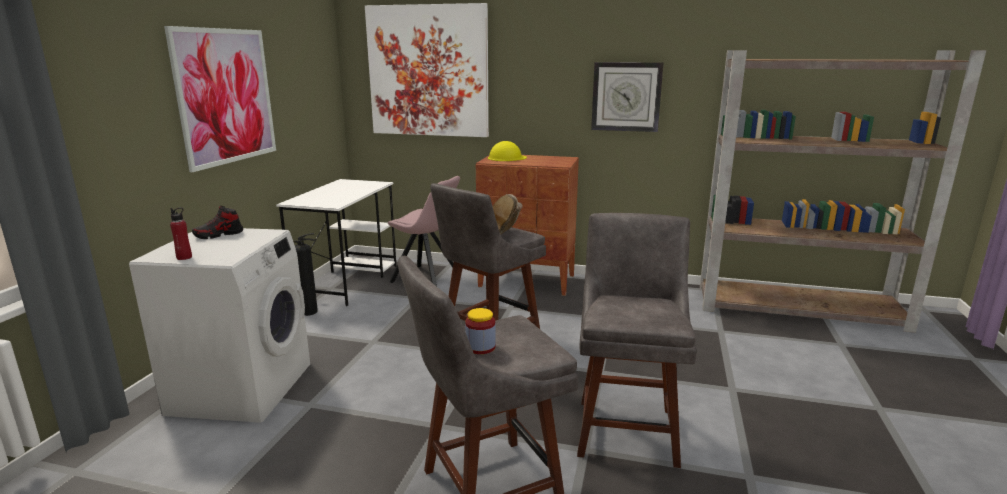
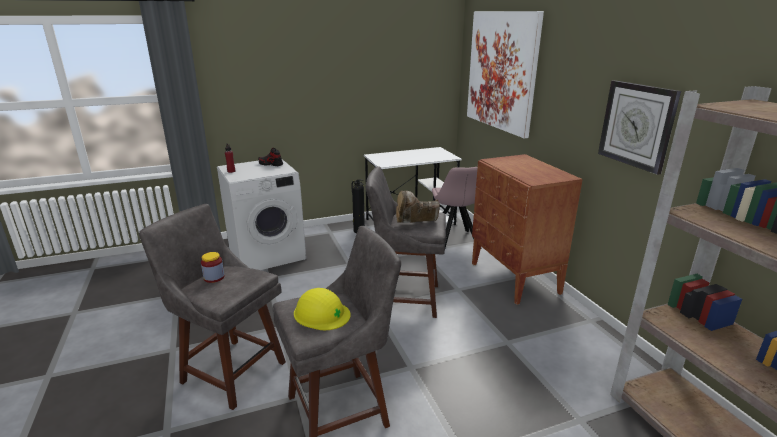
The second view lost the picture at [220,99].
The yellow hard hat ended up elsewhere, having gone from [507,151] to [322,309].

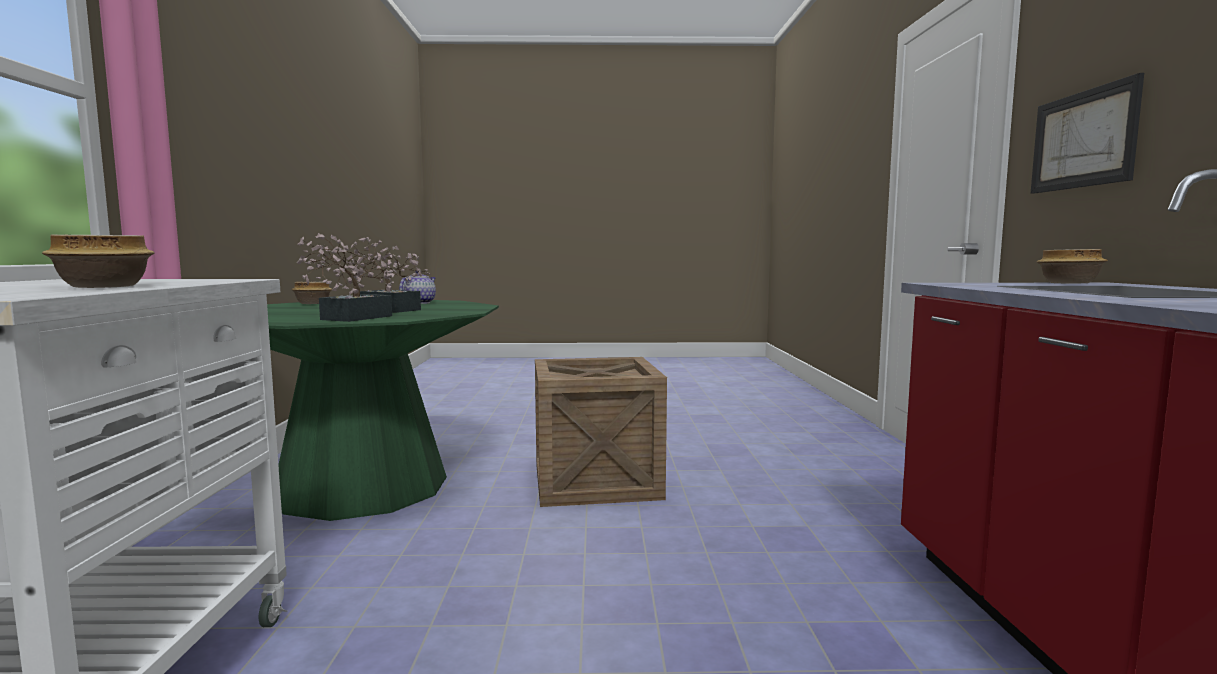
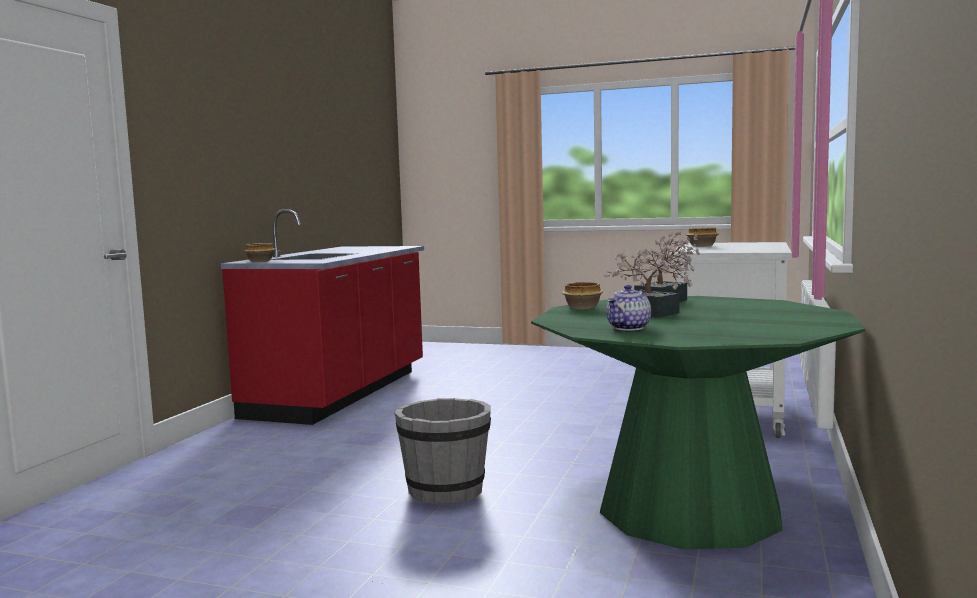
The second view lost the picture at [1087,133].
The bowl ended up elsewhere, having gone from [311,293] to [583,295].
Where the crate stood at [601,432], the grey bucket came to stand at [443,450].

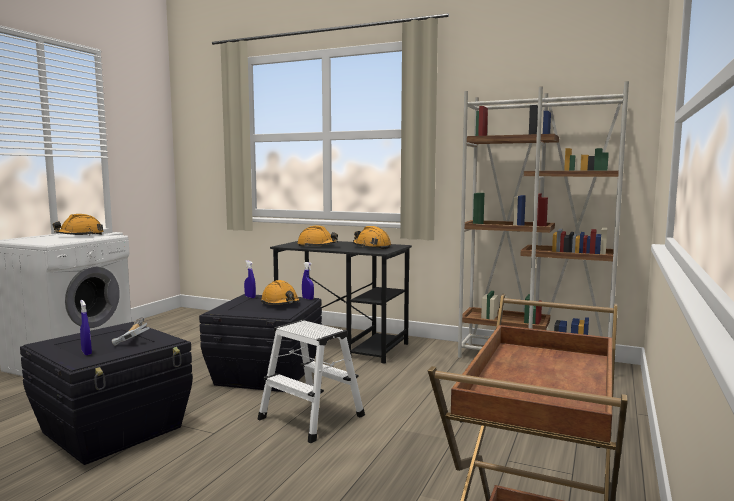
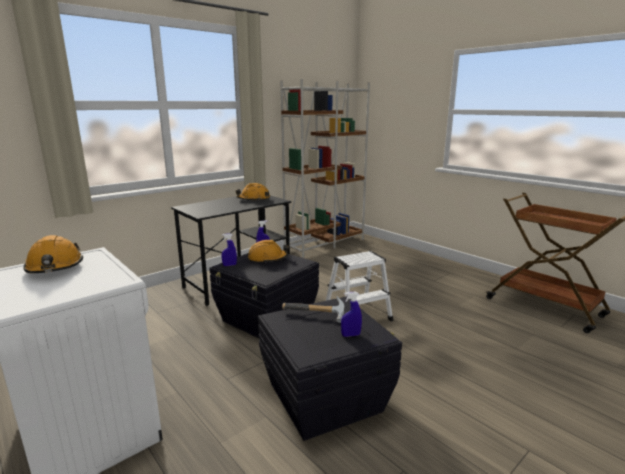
The second view lost the orange hard hat at [317,236].

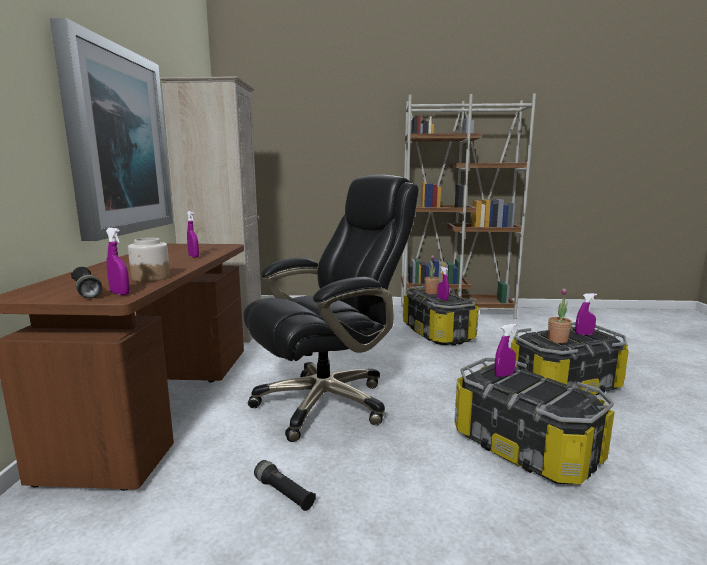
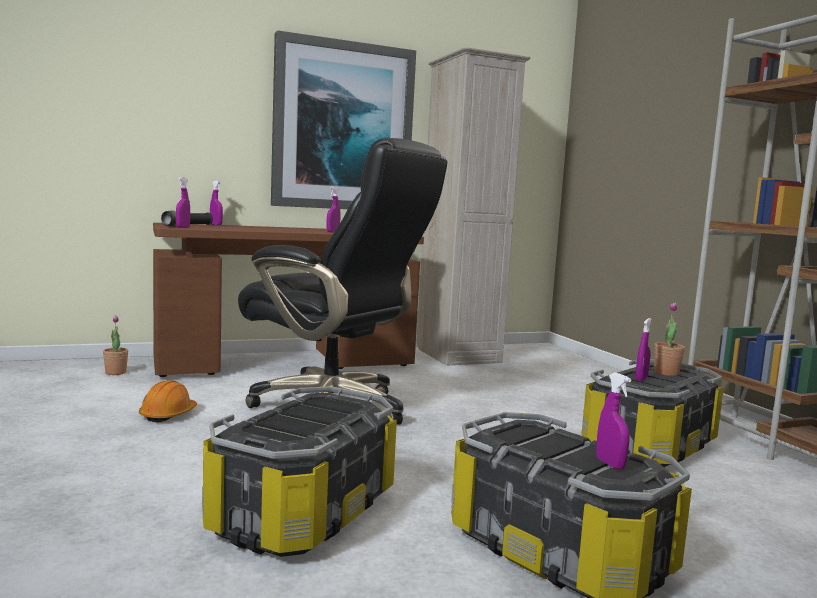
The second view lost the jar at [149,260].
The potted plant ended up elsewhere, having gone from [560,316] to [115,345].
The purple spray bottle ended up elsewhere, having gone from [505,350] to [216,203].
Where the black flashlight stood at [285,485], the orange hard hat came to stand at [168,401].

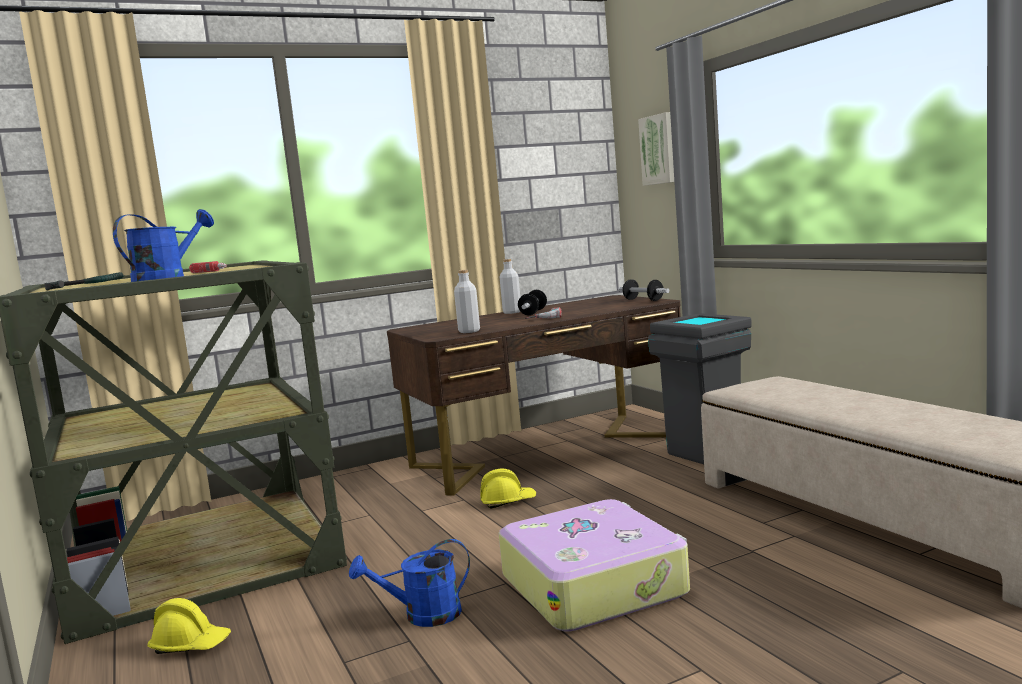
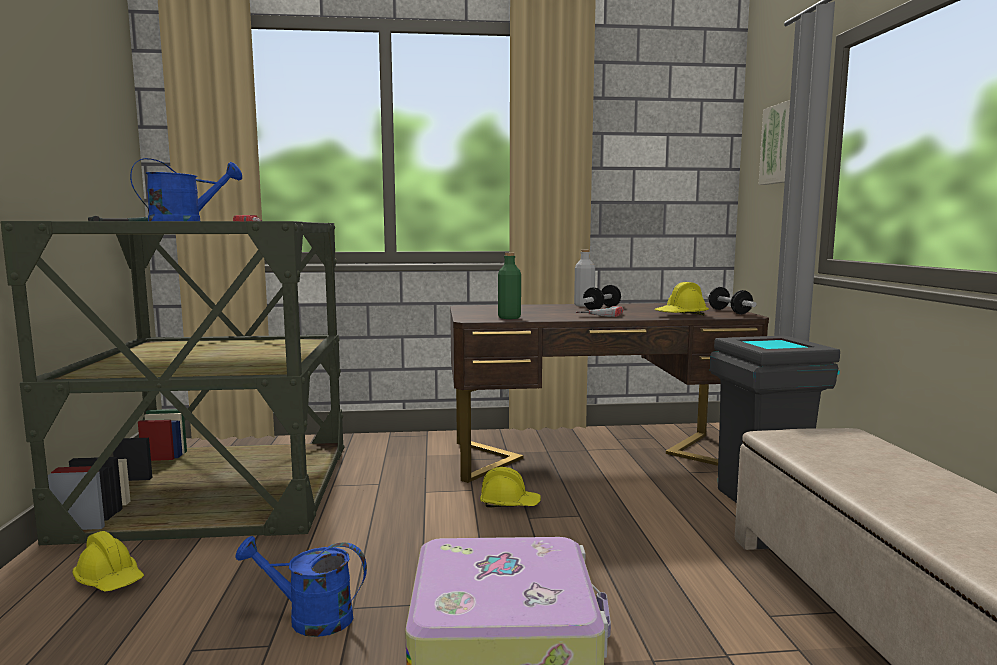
What was the grey bottle at [467,301] turned into the green bottle at [509,286].
The second view gained the yellow hard hat at [682,298].

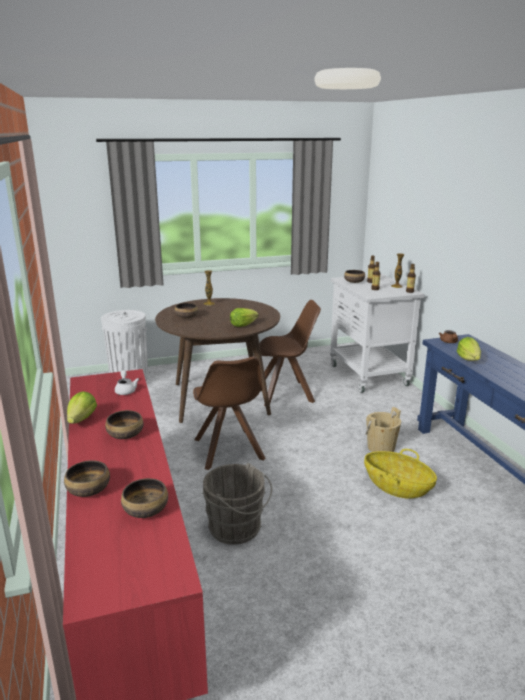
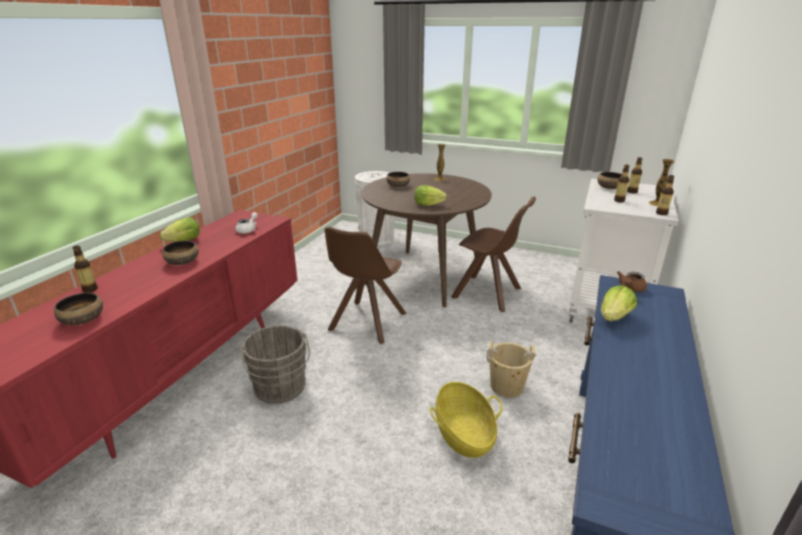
Where the bowl stood at [87,478], the bottle came to stand at [85,269].

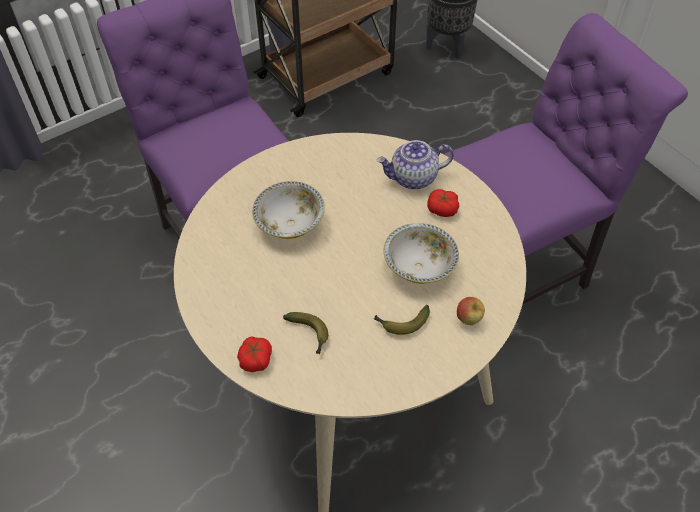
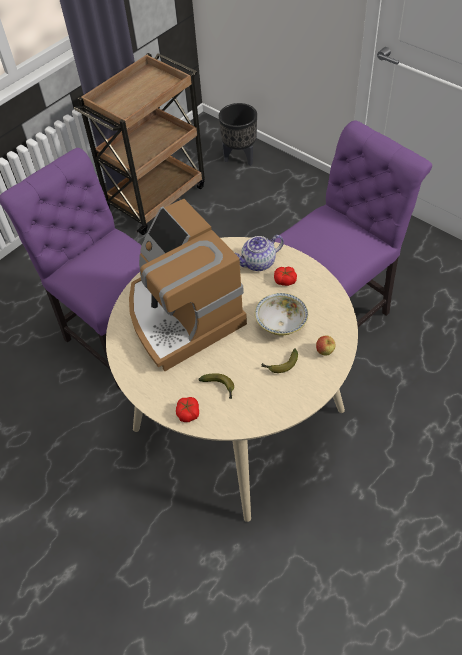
Where the bowl stood at [288,210], the coffee machine came to stand at [188,285].

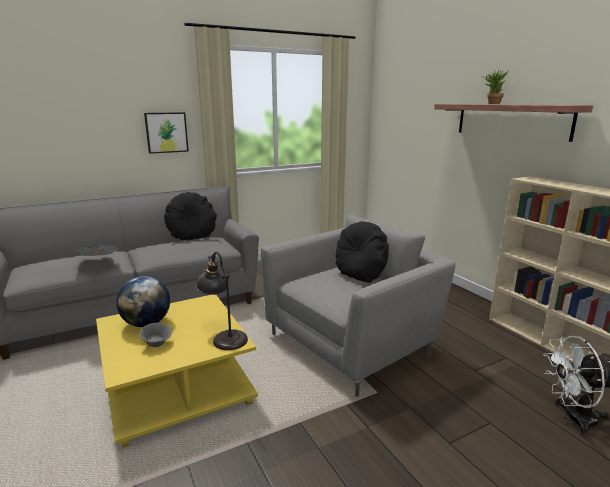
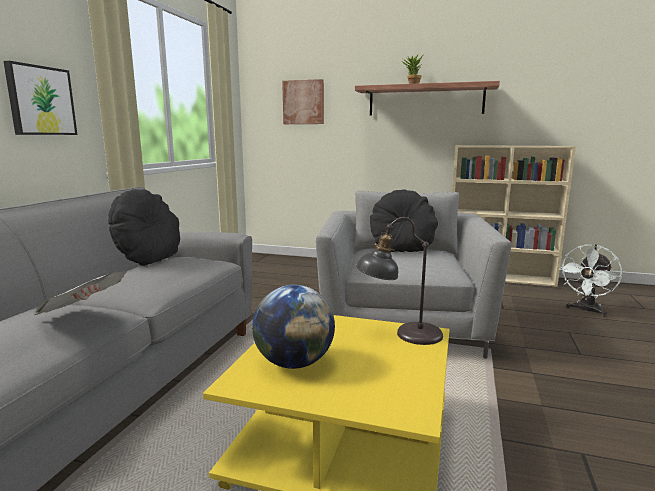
The second view lost the grey bowl at [155,335].
The second view gained the picture at [303,101].

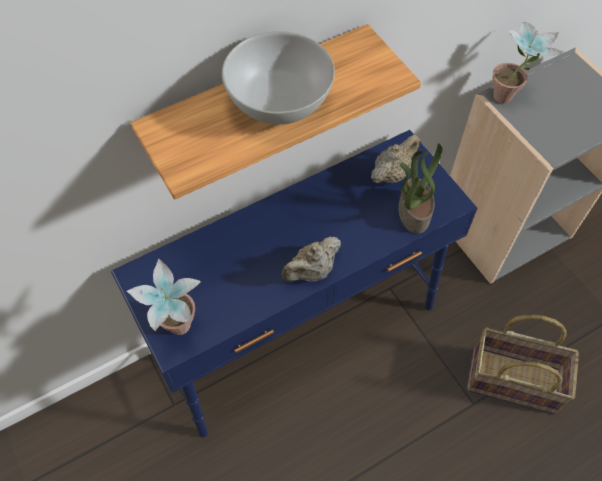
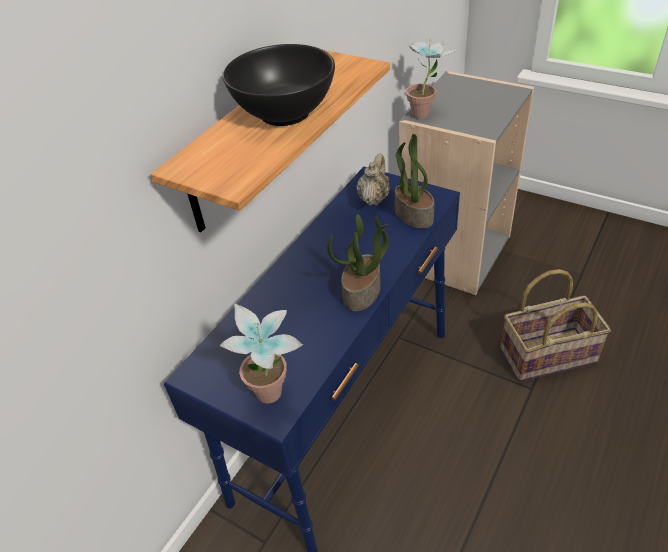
What was the white bowl at [278,78] turned into the black bowl at [279,85].
Where the beige teapot stood at [311,259], the potted plant came to stand at [358,263].

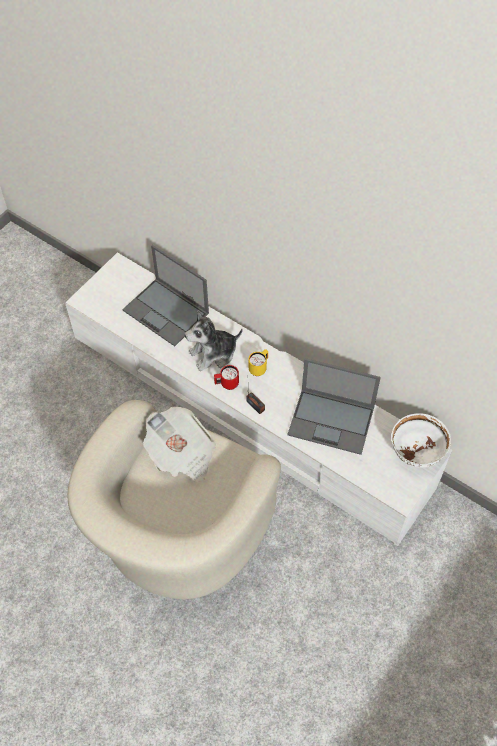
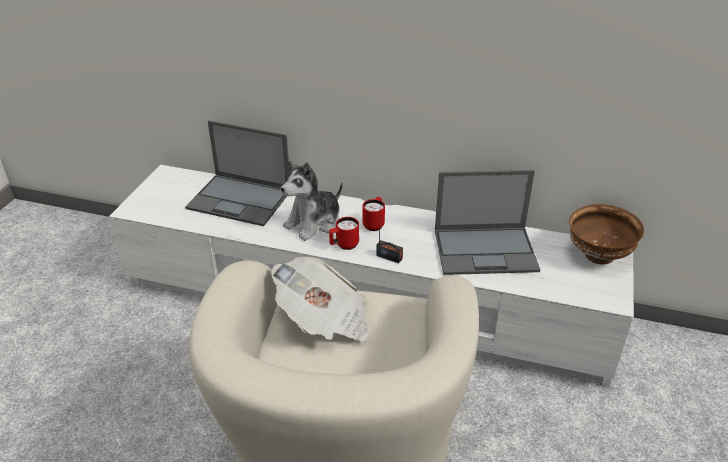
What was the yellow mug at [258,362] turned into the red mug at [374,214].
What was the white bowl at [421,440] turned into the brown bowl at [606,234].

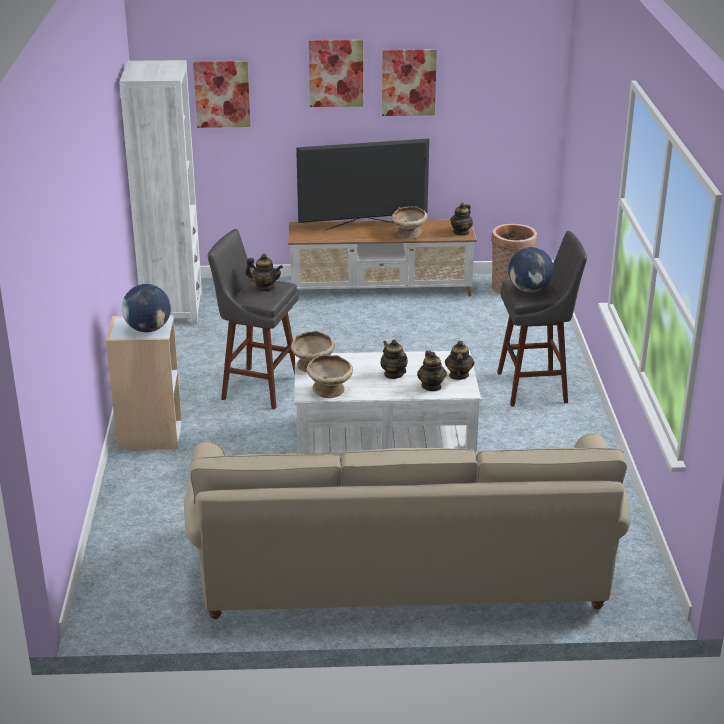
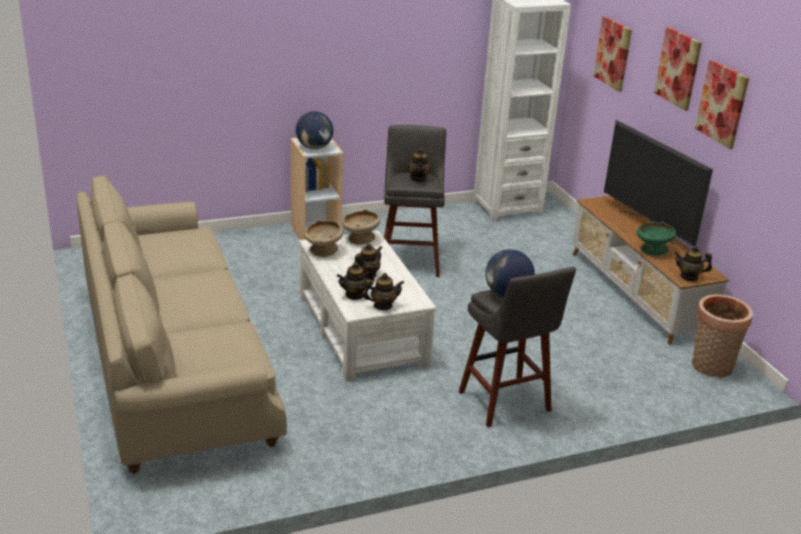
What was the beige bowl at [410,222] turned into the green bowl at [656,238].

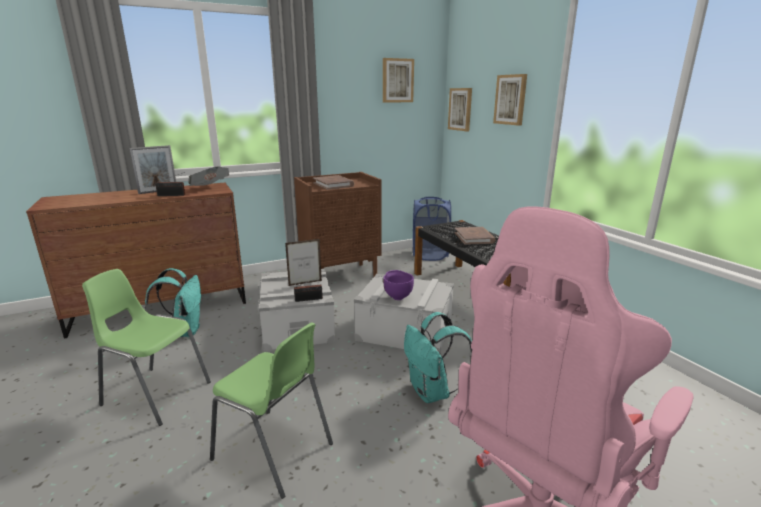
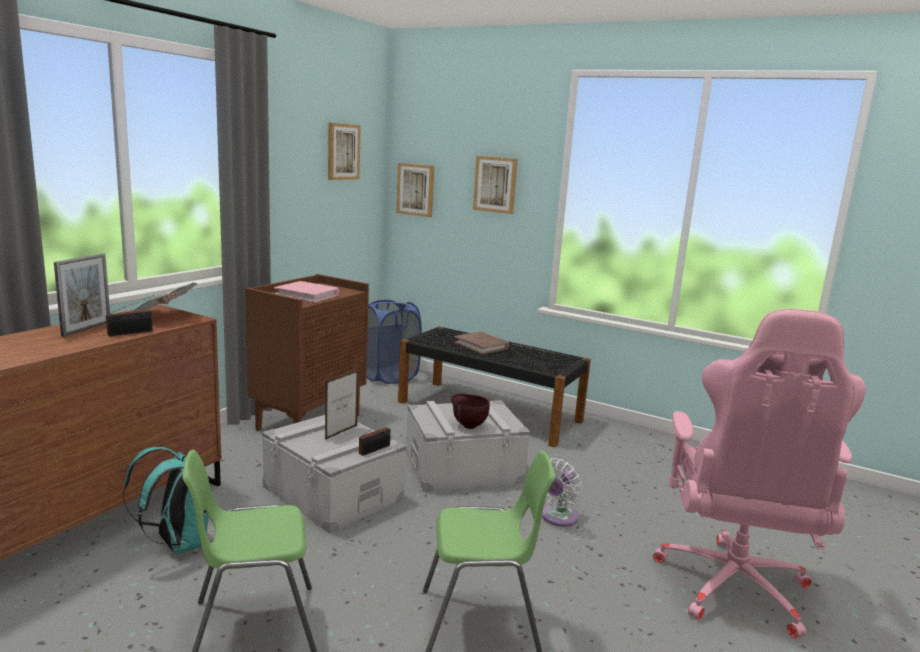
What was the brown book at [333,182] turned into the pink book at [306,292].
What was the purple bowl at [398,285] turned into the brown bowl at [470,411].
Where the turquoise backpack stood at [438,357], the white fan came to stand at [562,492].

